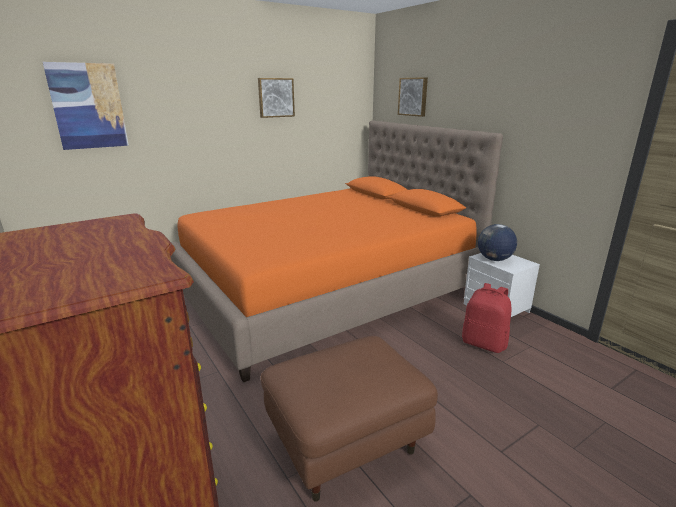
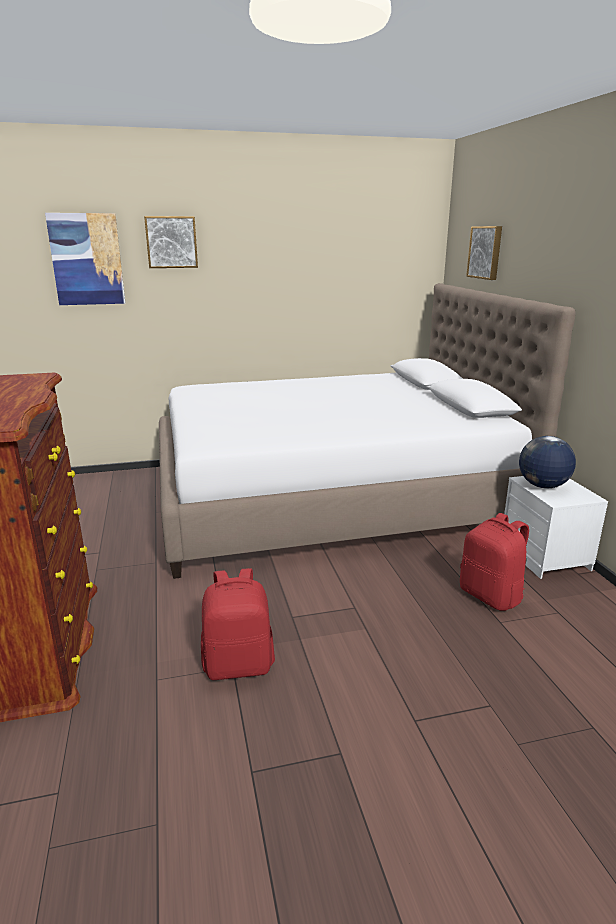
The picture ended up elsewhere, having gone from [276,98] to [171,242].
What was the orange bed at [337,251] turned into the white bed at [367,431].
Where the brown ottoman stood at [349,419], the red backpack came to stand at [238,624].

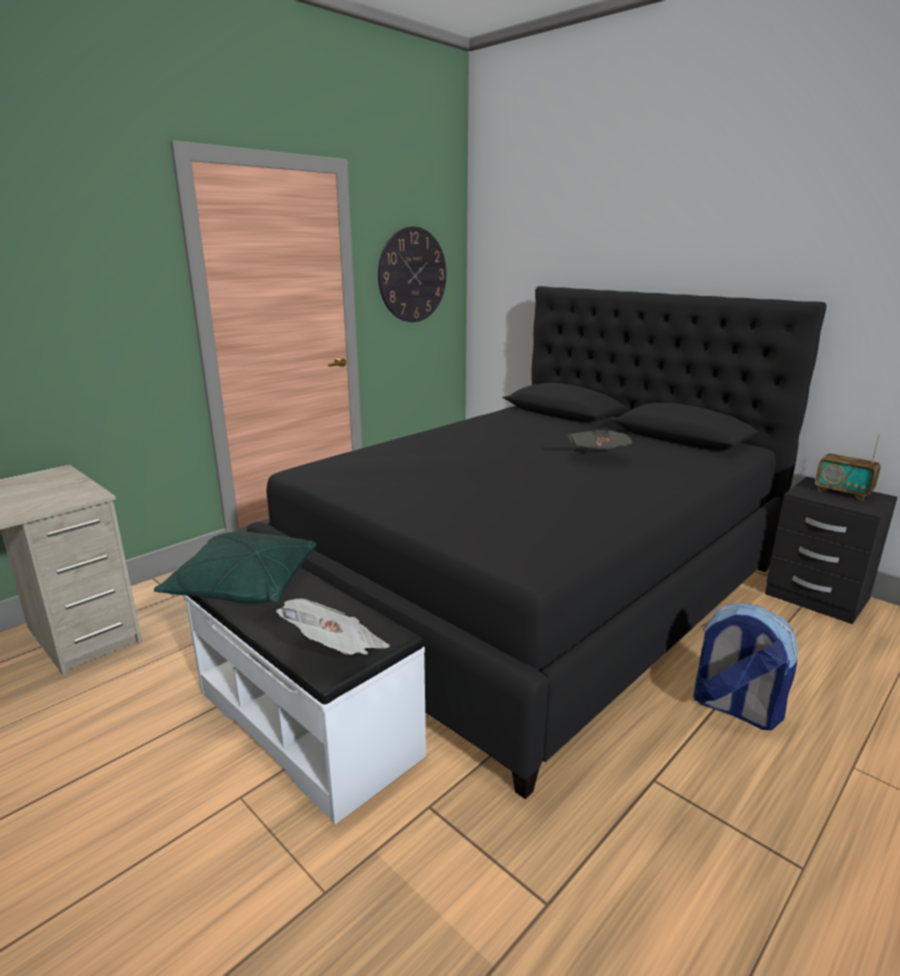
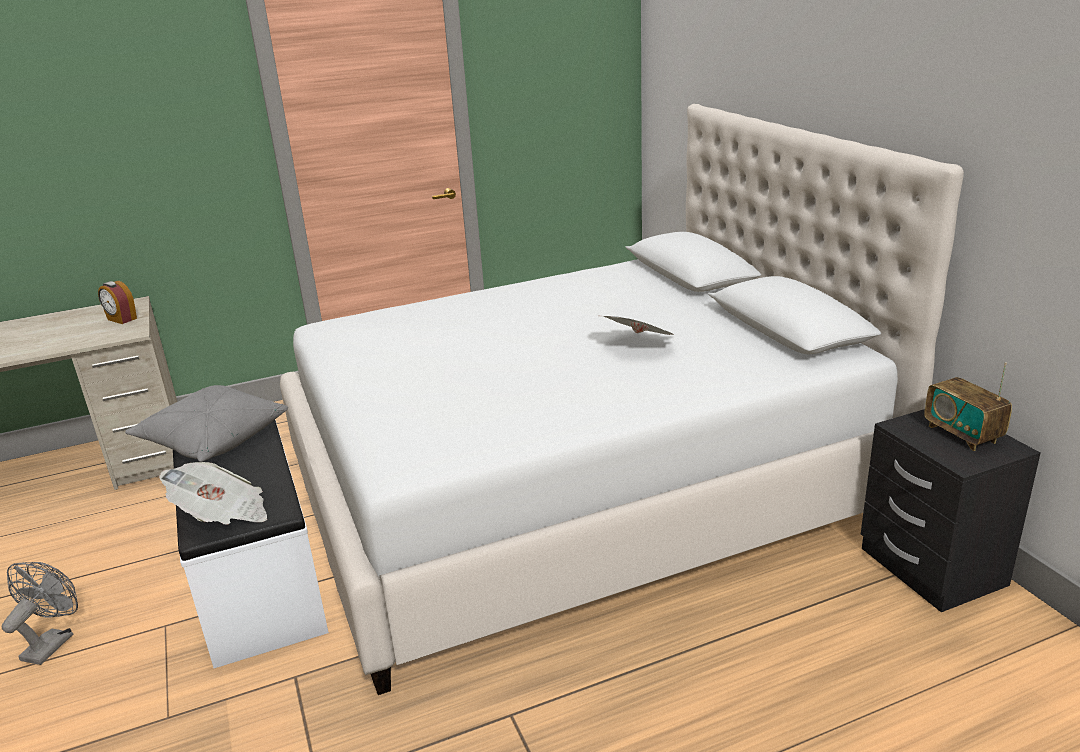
The second view lost the wall clock at [412,274].
What was the black bed at [536,542] turned into the white bed at [622,399].
What was the green pillow at [235,568] turned into the grey pillow at [206,423].
The second view lost the backpack at [745,666].
The second view gained the alarm clock at [117,302].
The second view gained the grey fan at [40,613].

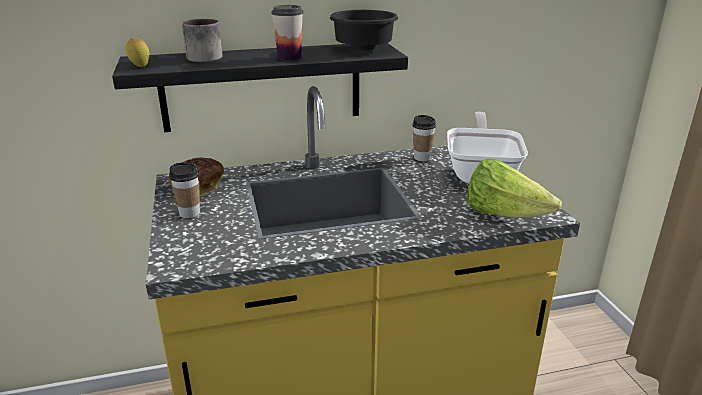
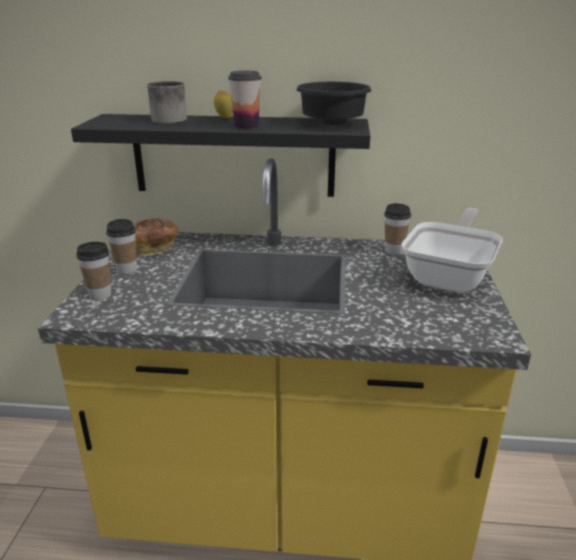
The lemon ended up elsewhere, having gone from [137,52] to [223,104].
The second view lost the lettuce at [514,188].
The second view gained the cup at [93,271].

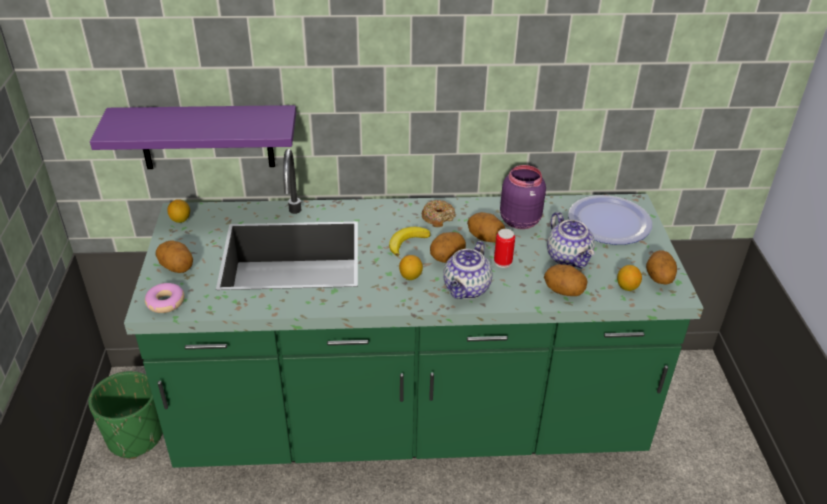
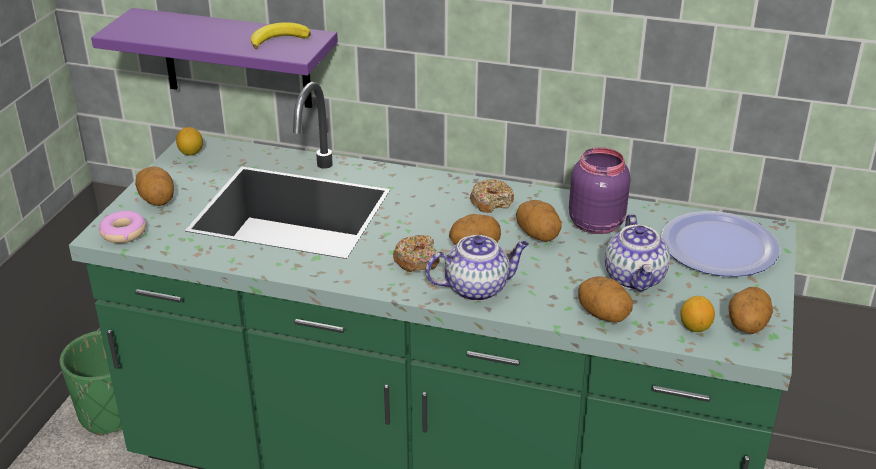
The banana ended up elsewhere, having gone from [410,242] to [281,35].
The second view lost the can at [504,248].
The teapot at [467,270] ended up facing another way, 150 degrees counterclockwise from before.
Where the lemon stood at [411,267], the donut came to stand at [416,253].

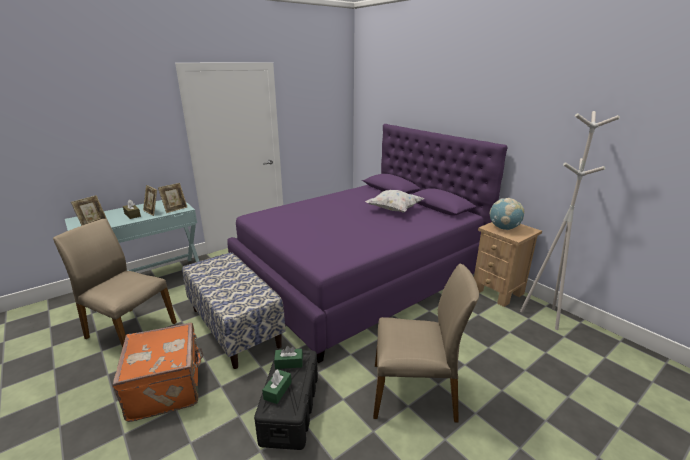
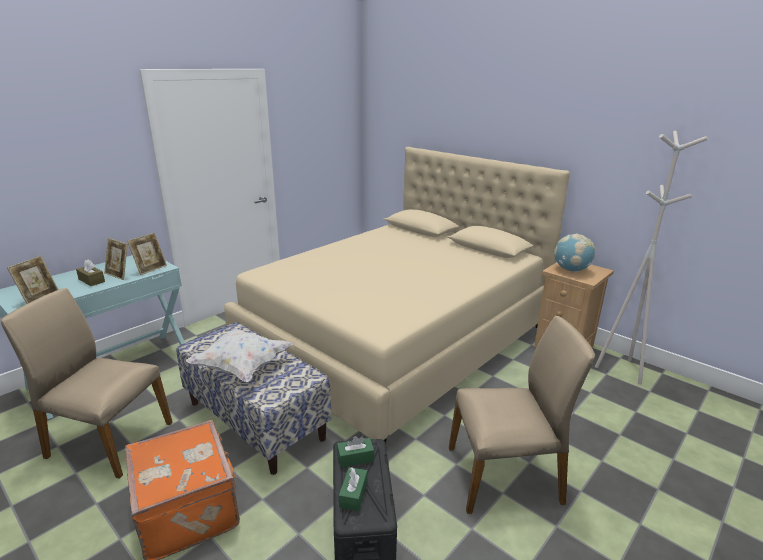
What was the purple bed at [367,243] turned into the beige bed at [397,295].
The white pillow ended up elsewhere, having gone from [394,201] to [239,355].

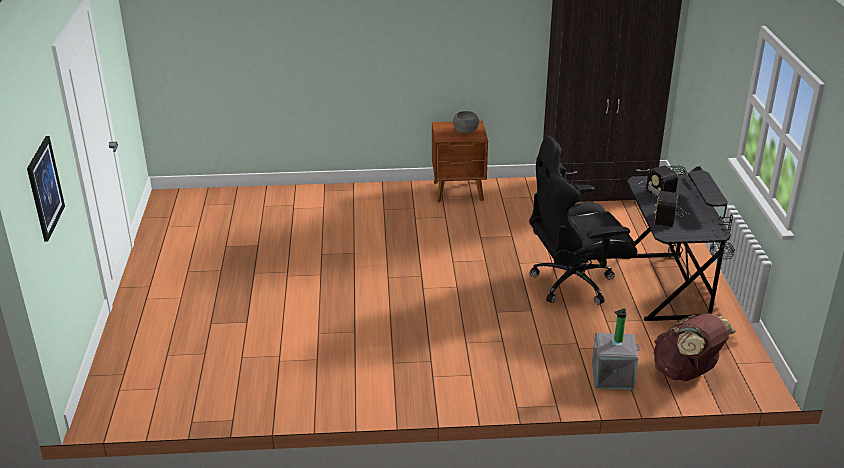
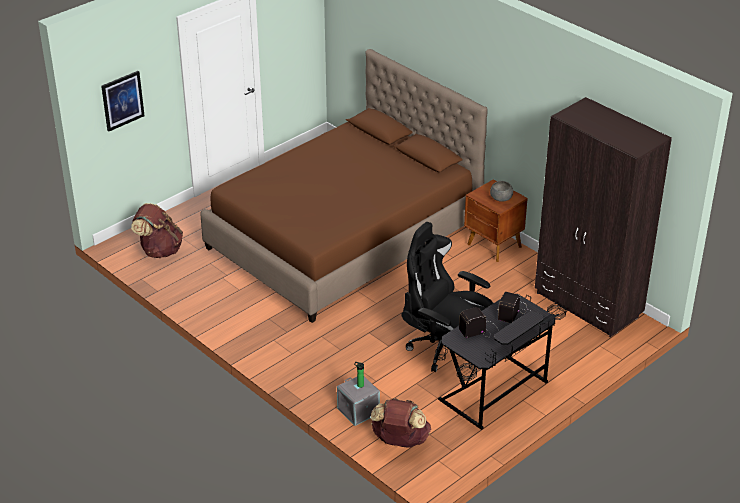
The second view gained the brown bed at [344,186].
The second view gained the brown backpack at [157,230].

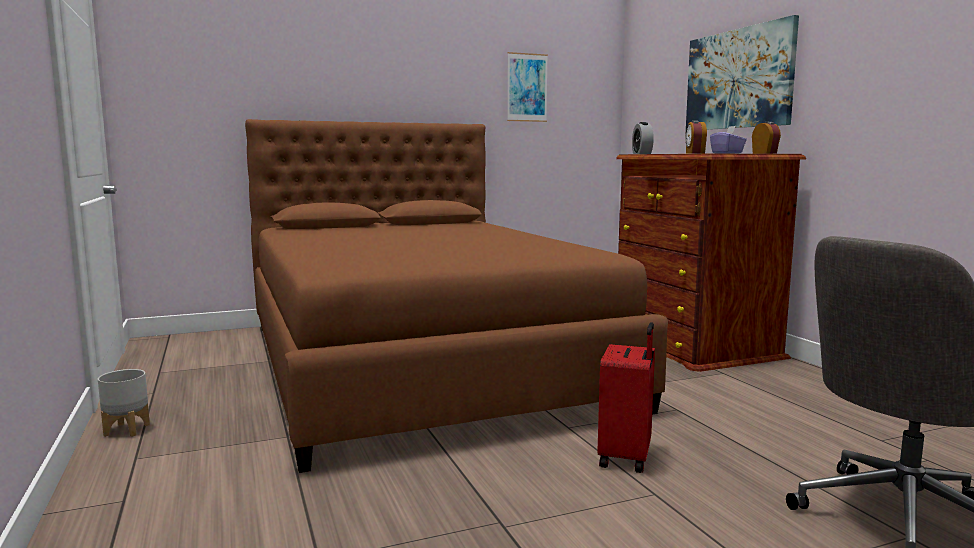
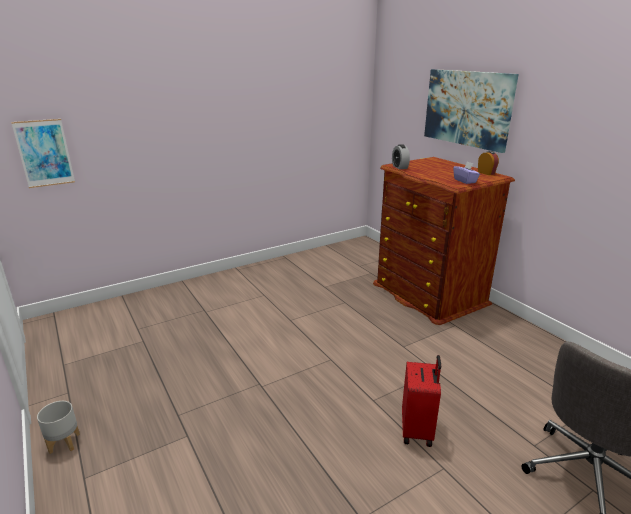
The picture ended up elsewhere, having gone from [527,87] to [43,153].
The second view lost the brown bed at [456,296].
The second view lost the alarm clock at [696,137].

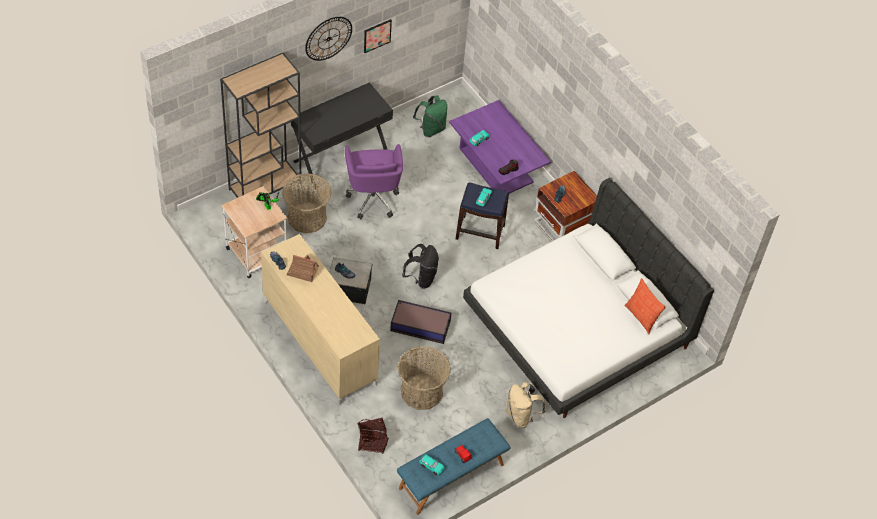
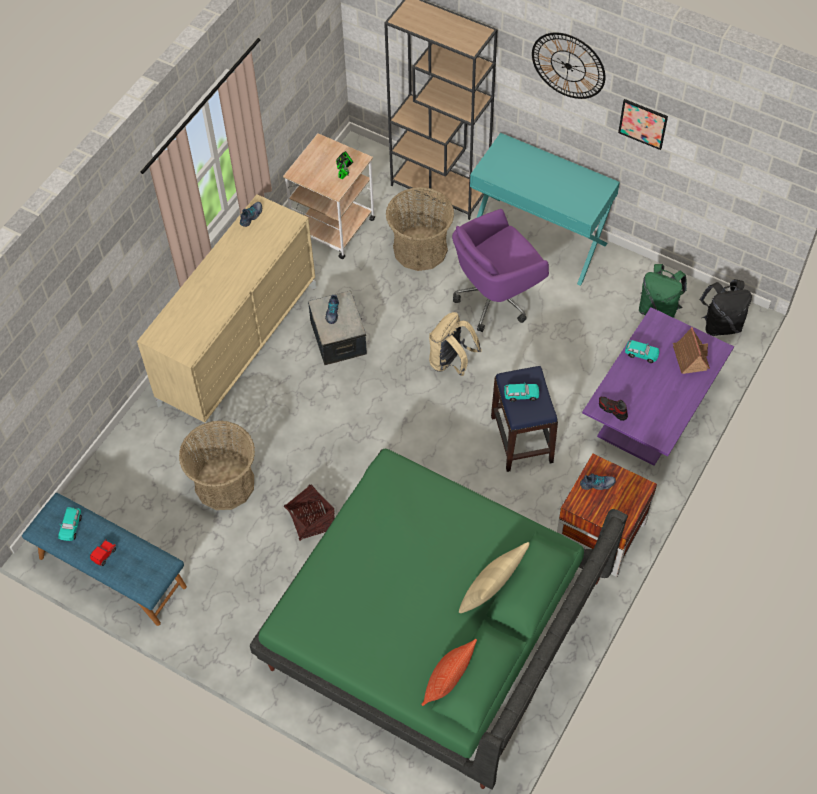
What was the black desk at [342,135] turned into the turquoise desk at [545,209].
What was the white bed at [588,298] turned into the green bed at [439,619].
The black backpack ended up elsewhere, having gone from [420,266] to [725,307].
The toy house ended up elsewhere, having gone from [303,268] to [691,350].
The second view lost the storage box at [421,322].
The beige backpack ended up elsewhere, having gone from [525,405] to [455,344].
The basket ended up elsewhere, having gone from [373,435] to [309,512].
The second view gained the beige pillow at [494,577].

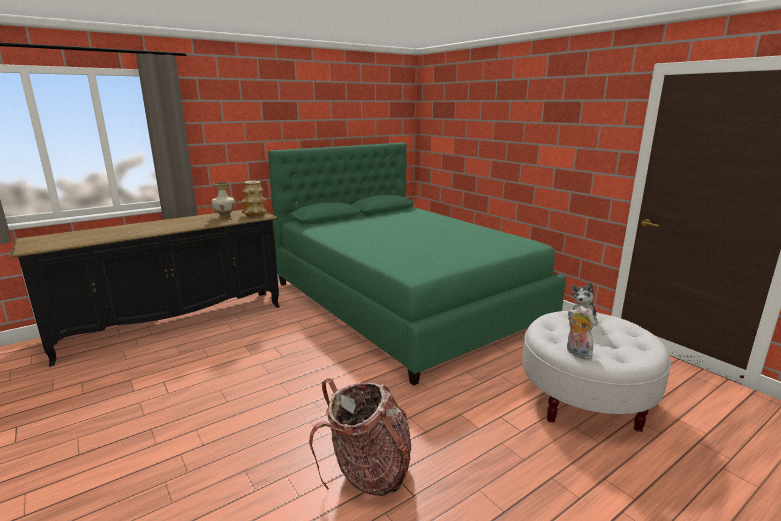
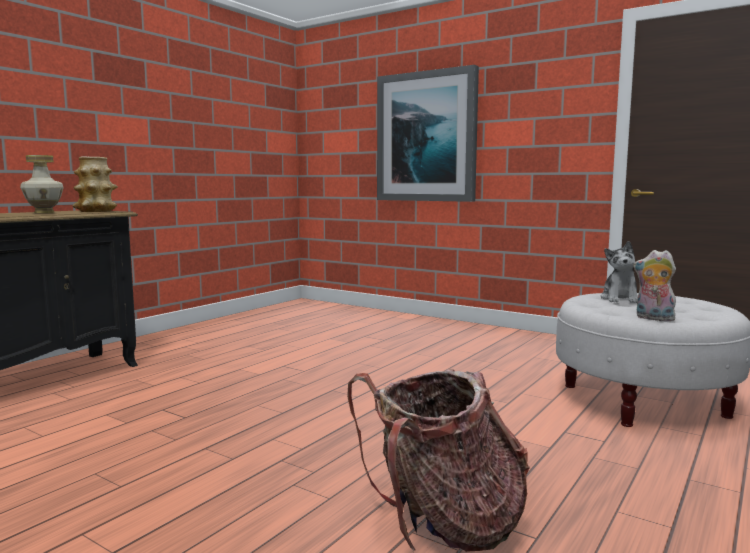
The second view lost the green bed at [417,264].
The second view gained the picture at [428,133].

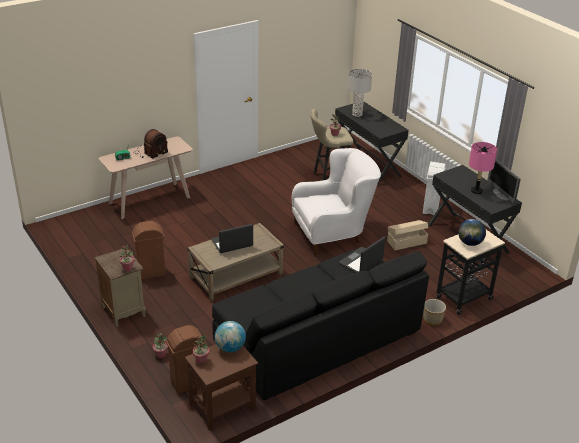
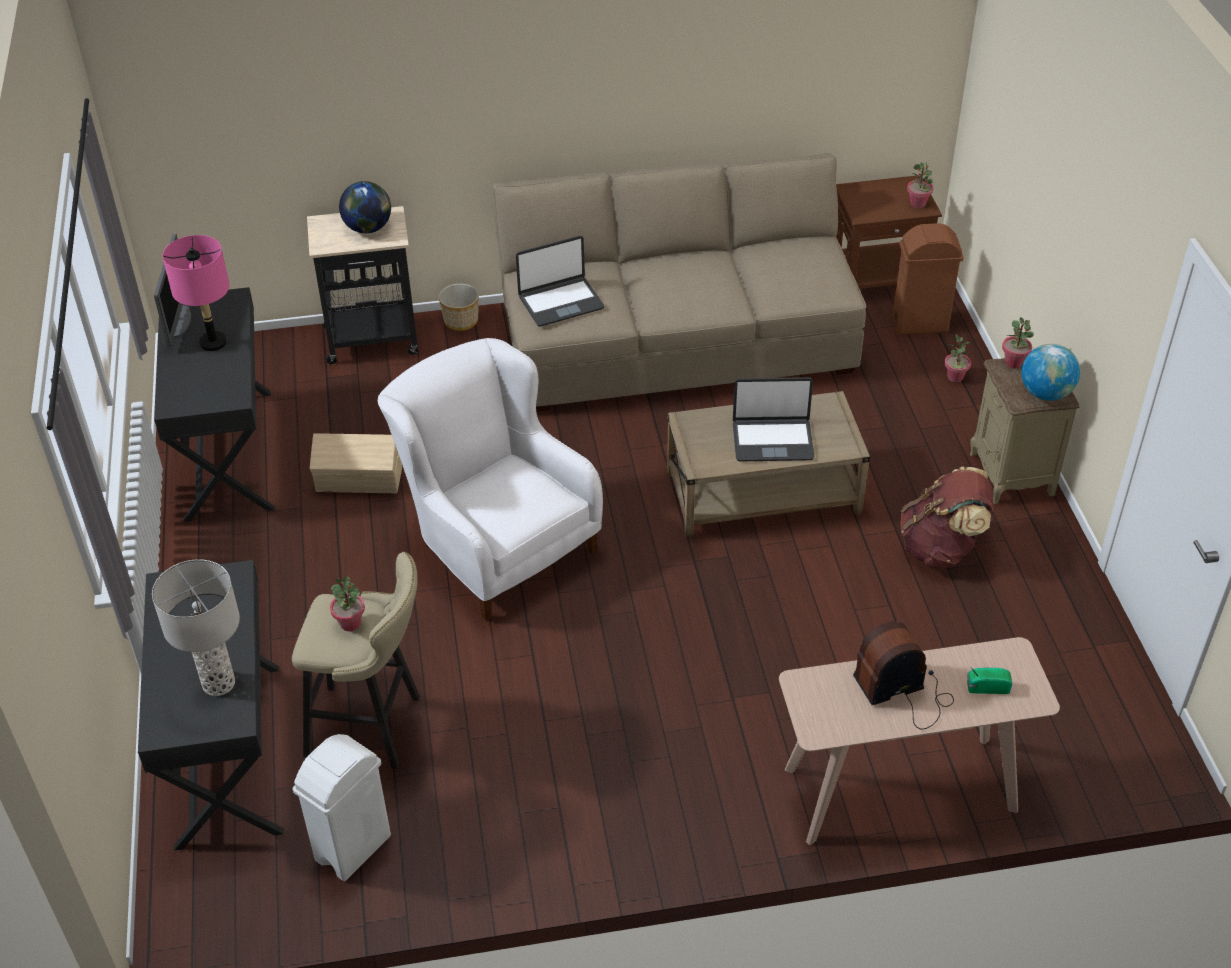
The white armchair at [336,202] ended up facing another way, 45 degrees clockwise from before.
The white trash can ended up elsewhere, having gone from [434,189] to [341,807].
Where the brown trash can stood at [149,250], the brown backpack came to stand at [947,517].
What was the black sofa at [320,323] turned into the beige sofa at [679,282].
The globe ended up elsewhere, having gone from [230,336] to [1050,372].

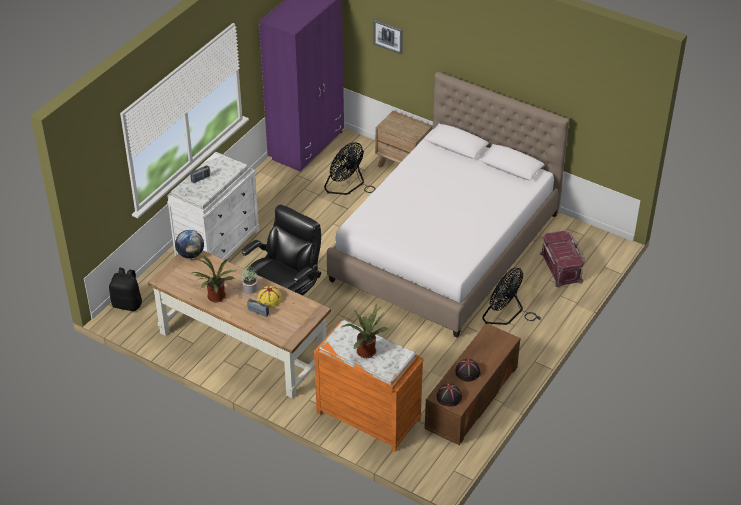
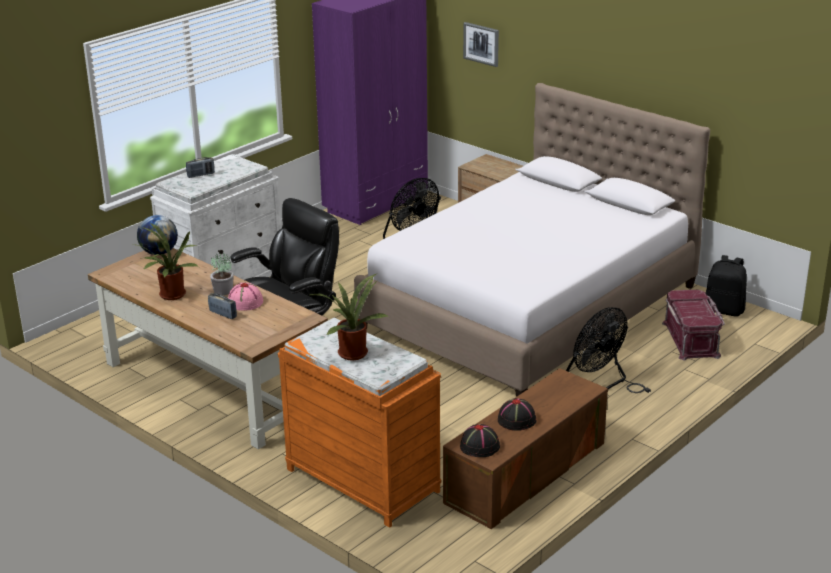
The black backpack ended up elsewhere, having gone from [125,289] to [726,286].
What was the yellow hat at [269,297] turned into the pink hat at [245,297].

